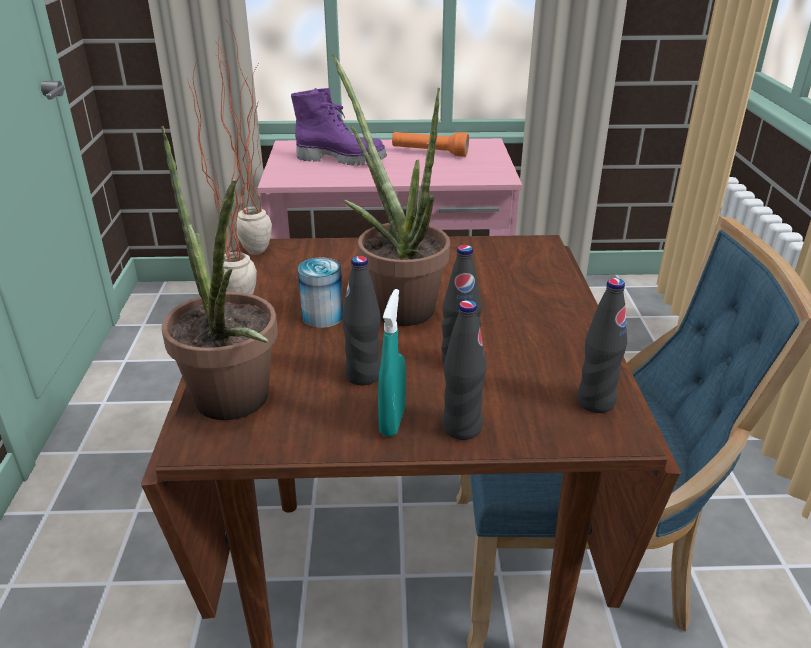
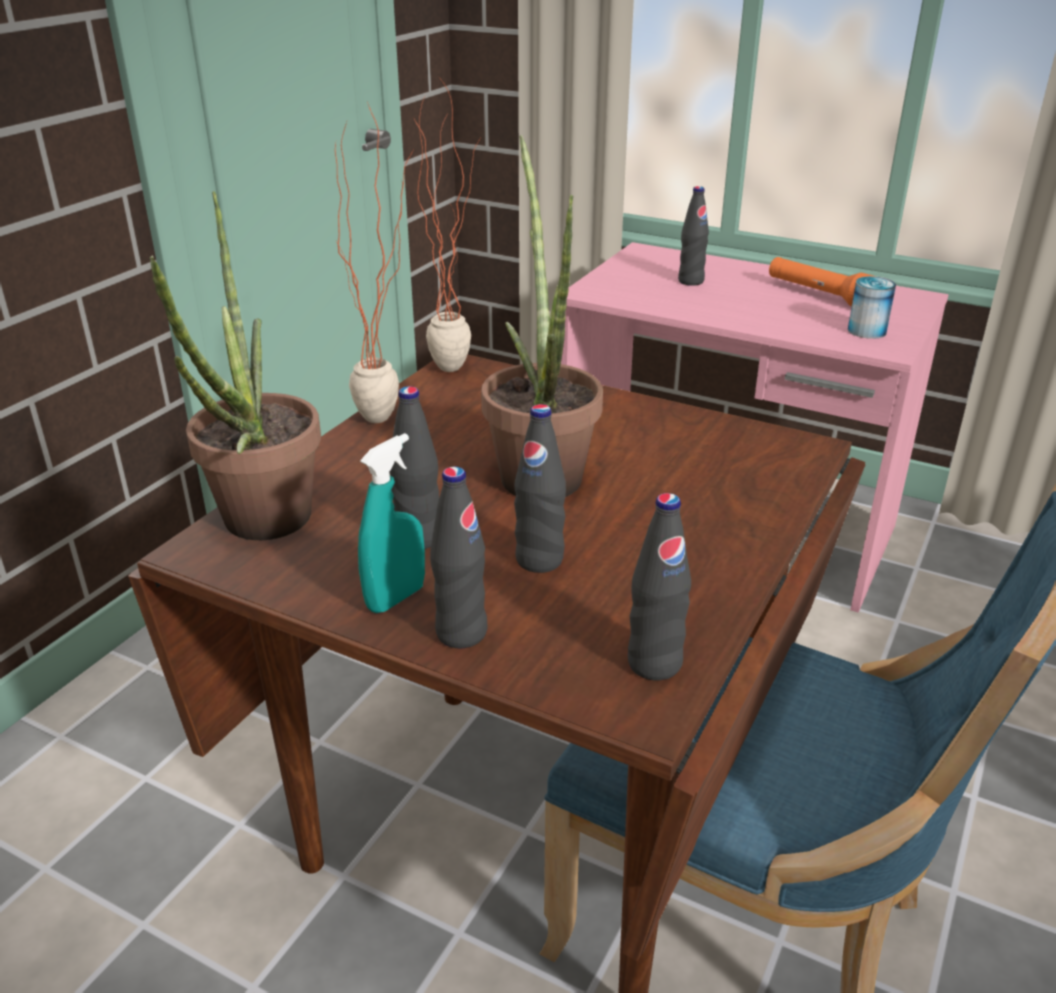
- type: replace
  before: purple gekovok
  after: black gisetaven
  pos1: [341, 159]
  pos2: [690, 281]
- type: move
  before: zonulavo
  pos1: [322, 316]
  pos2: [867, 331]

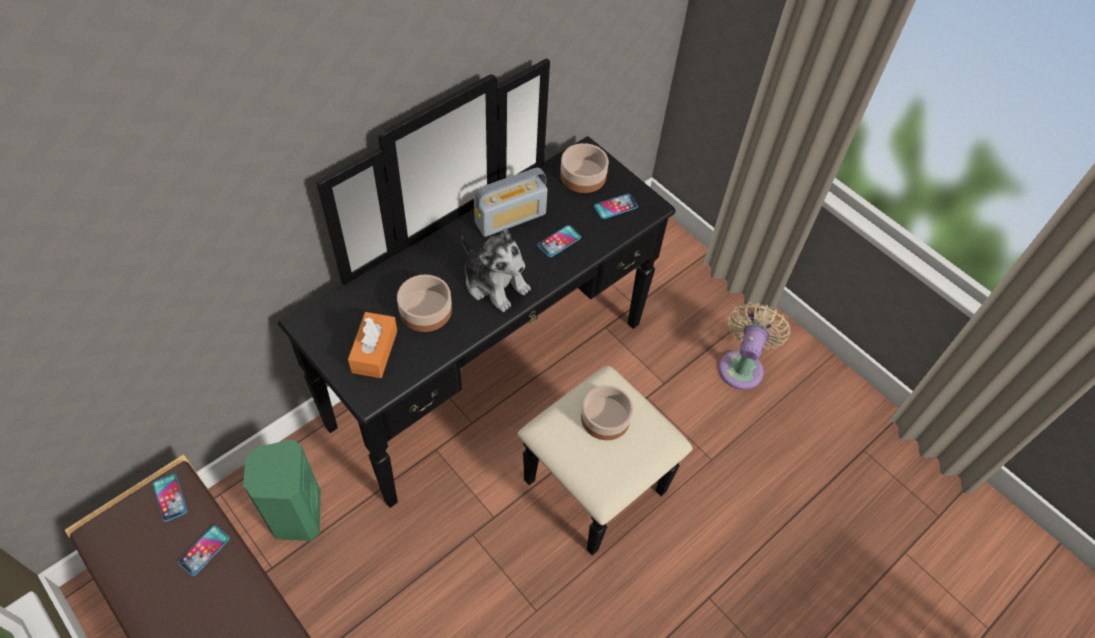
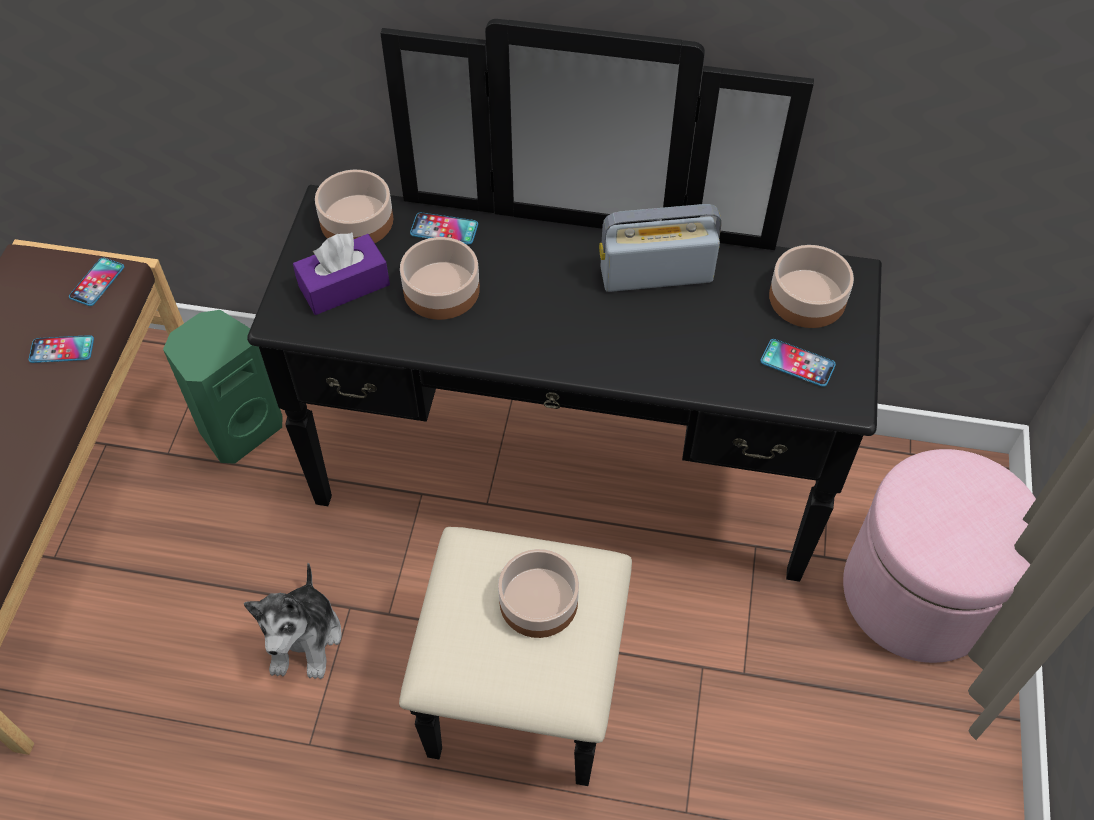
- type: recolor
  before: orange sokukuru
  after: purple sokukuru
  pos1: [374, 351]
  pos2: [344, 285]
- type: move
  before: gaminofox
  pos1: [495, 283]
  pos2: [305, 638]
- type: rotate
  before: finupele
  pos1: [510, 218]
  pos2: [656, 274]
  turn: 150
- type: move
  before: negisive
  pos1: [559, 241]
  pos2: [444, 229]
- type: delete
  before: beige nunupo
  pos1: [742, 366]
- type: insert
  after: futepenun
  pos2: [355, 221]
- type: insert
  after: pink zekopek
  pos2: [918, 593]

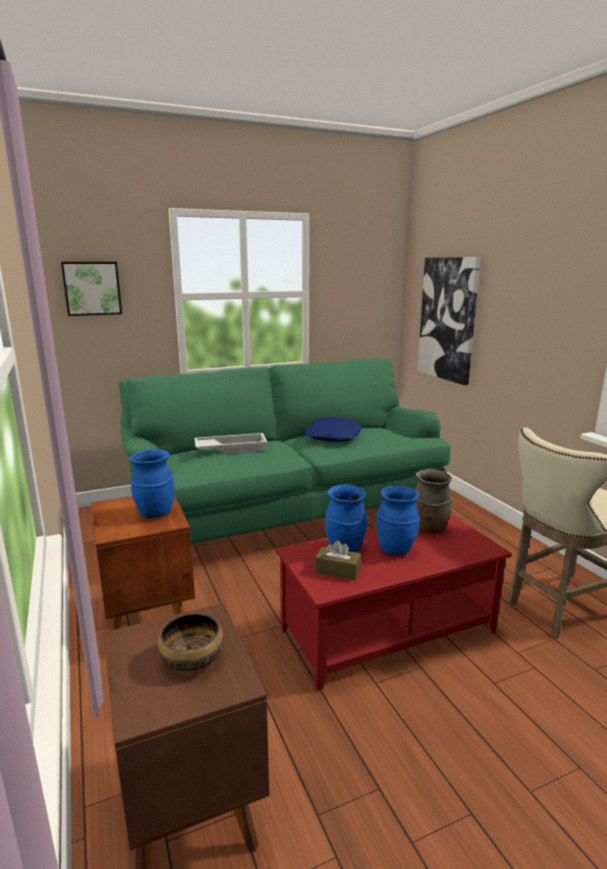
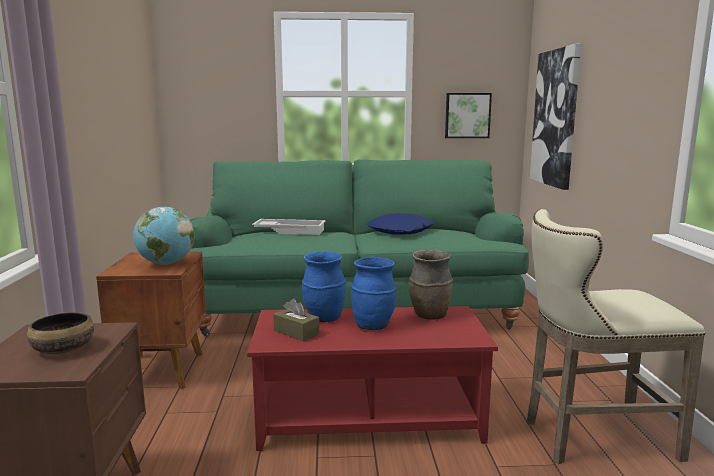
- type: move
  before: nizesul
  pos1: [92, 288]
  pos2: [467, 115]
- type: replace
  before: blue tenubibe
  after: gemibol
  pos1: [155, 513]
  pos2: [166, 264]

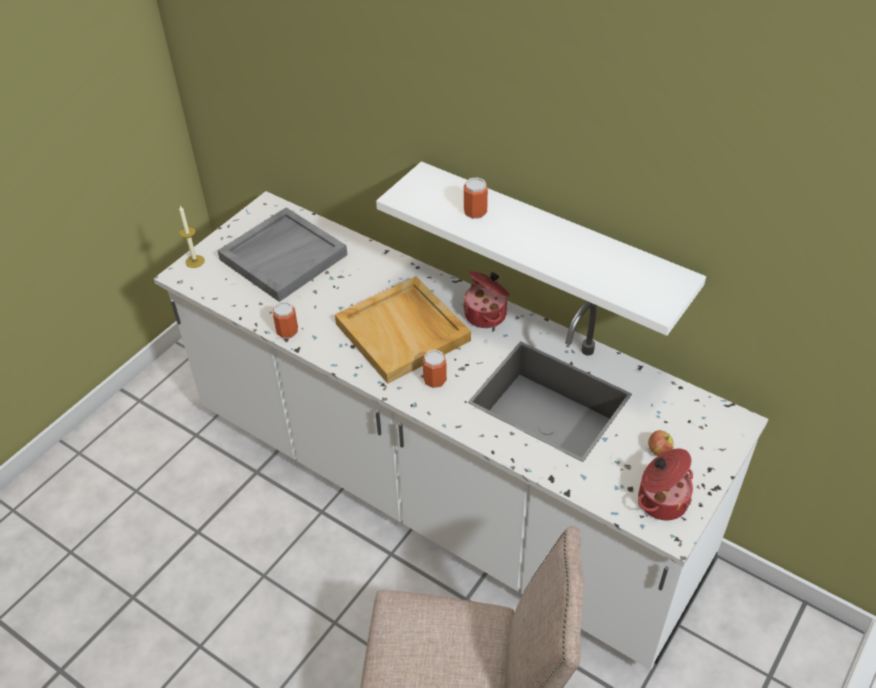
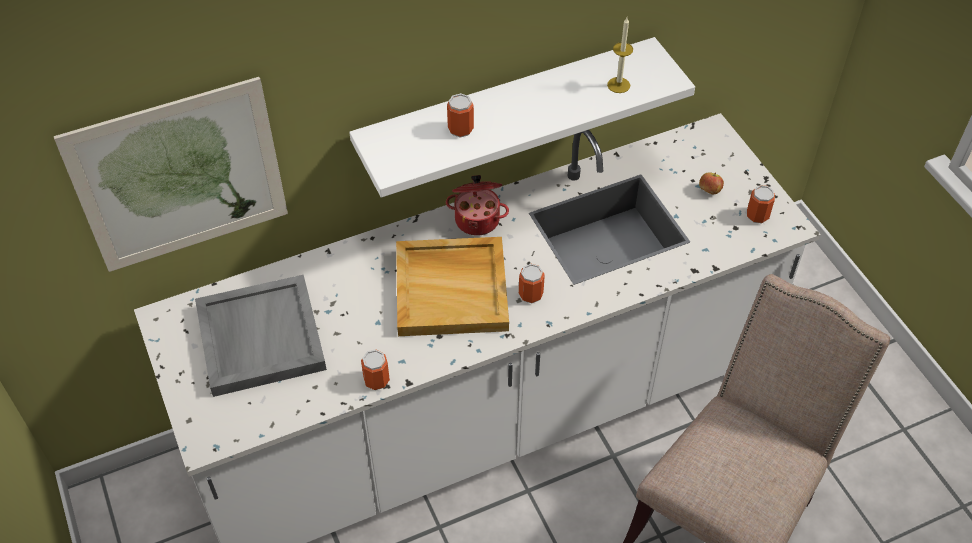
- type: move
  before: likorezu
  pos1: [195, 261]
  pos2: [618, 85]
- type: replace
  before: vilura
  after: zonulavo
  pos1: [661, 500]
  pos2: [757, 215]
- type: insert
  after: nizesul
  pos2: [180, 176]

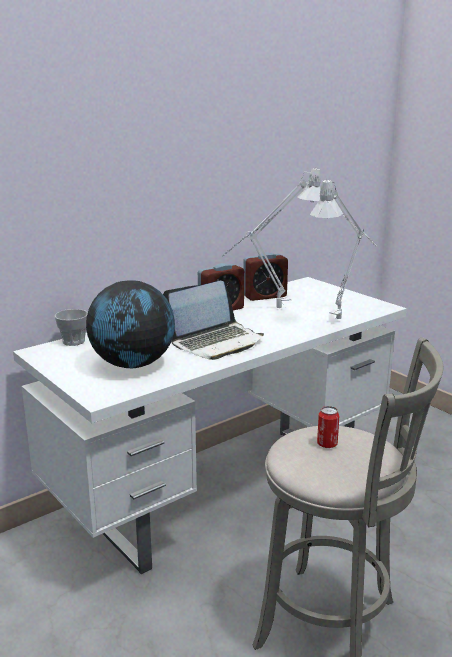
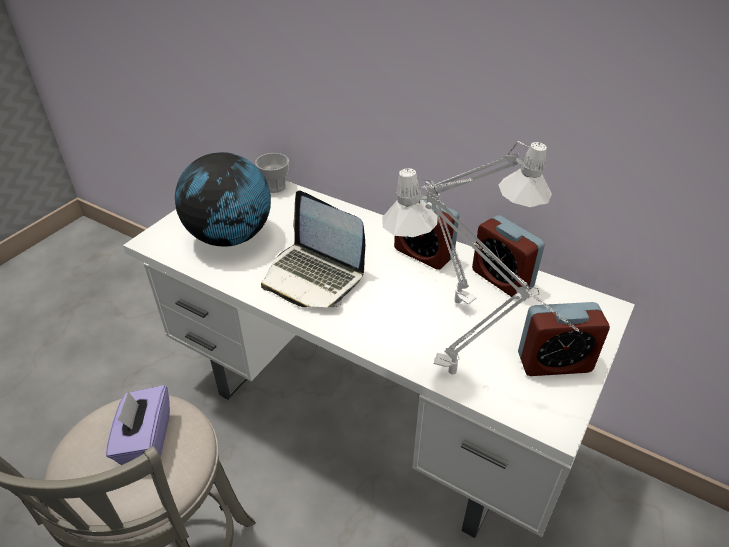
- type: replace
  before: zonulavo
  after: purple sokukuru
  pos1: [327, 444]
  pos2: [145, 439]
- type: insert
  after: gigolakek
  pos2: [554, 362]

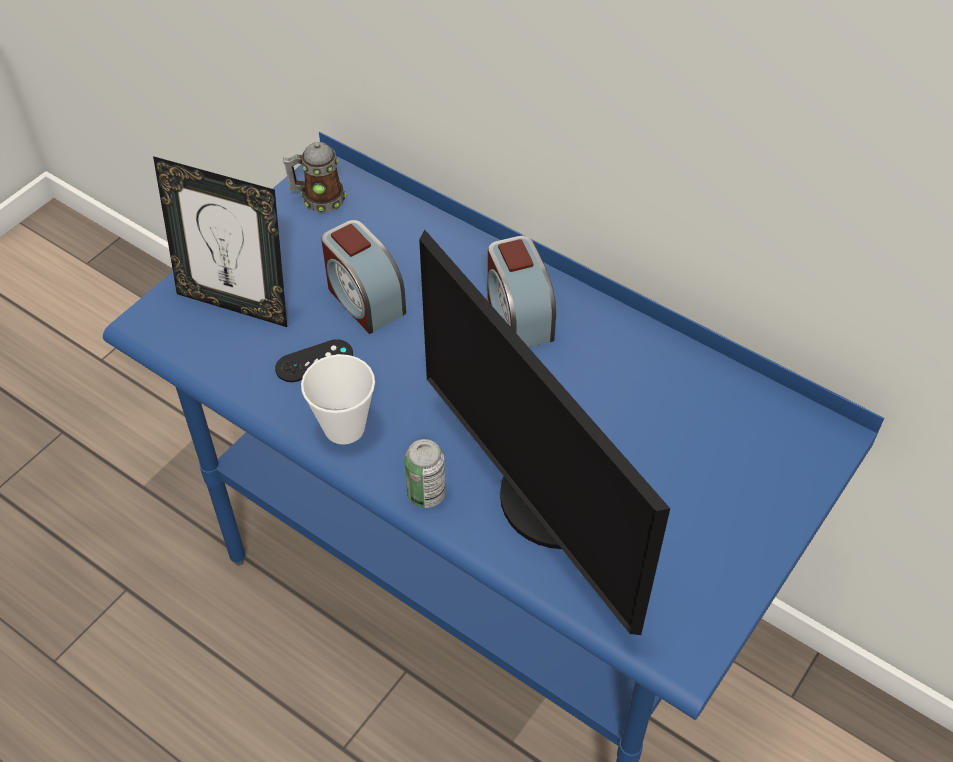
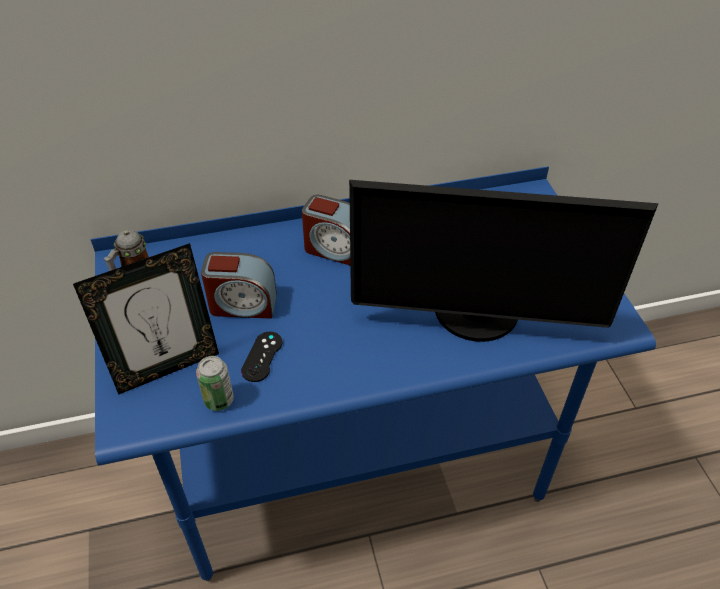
- type: delete
  before: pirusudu
  pos1: [344, 428]
- type: move
  before: zonulavo
  pos1: [426, 494]
  pos2: [219, 400]

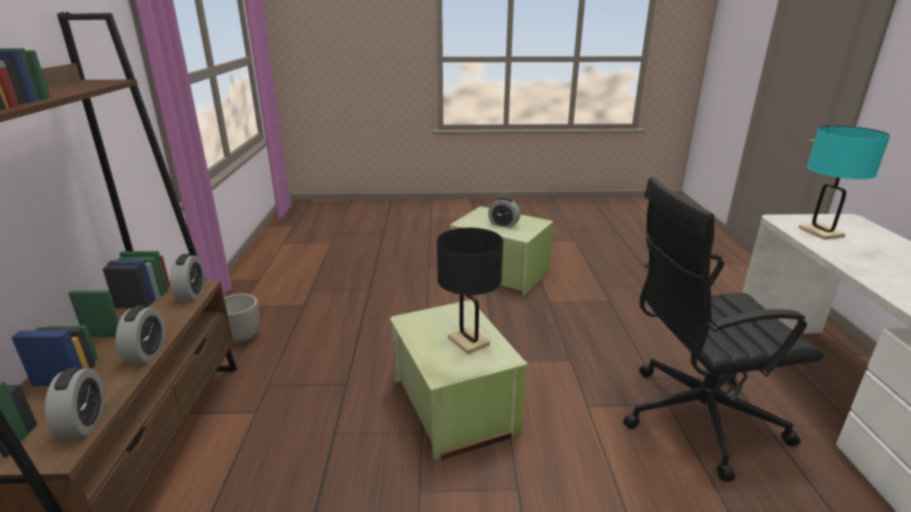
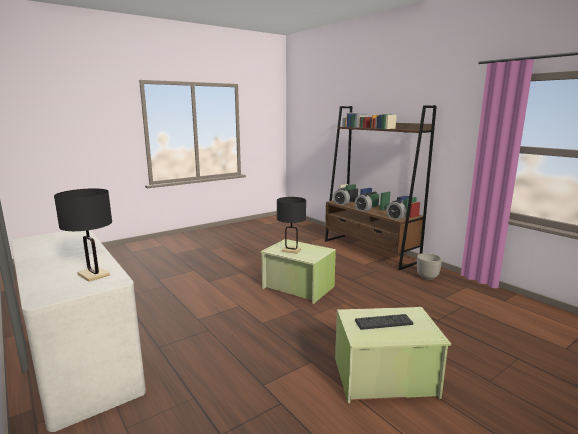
- type: replace
  before: gigolakek
  after: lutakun
  pos1: [503, 224]
  pos2: [383, 322]
- type: delete
  before: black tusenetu
  pos1: [695, 417]
- type: recolor
  before: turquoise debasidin
  after: black debasidin
  pos1: [820, 232]
  pos2: [93, 275]

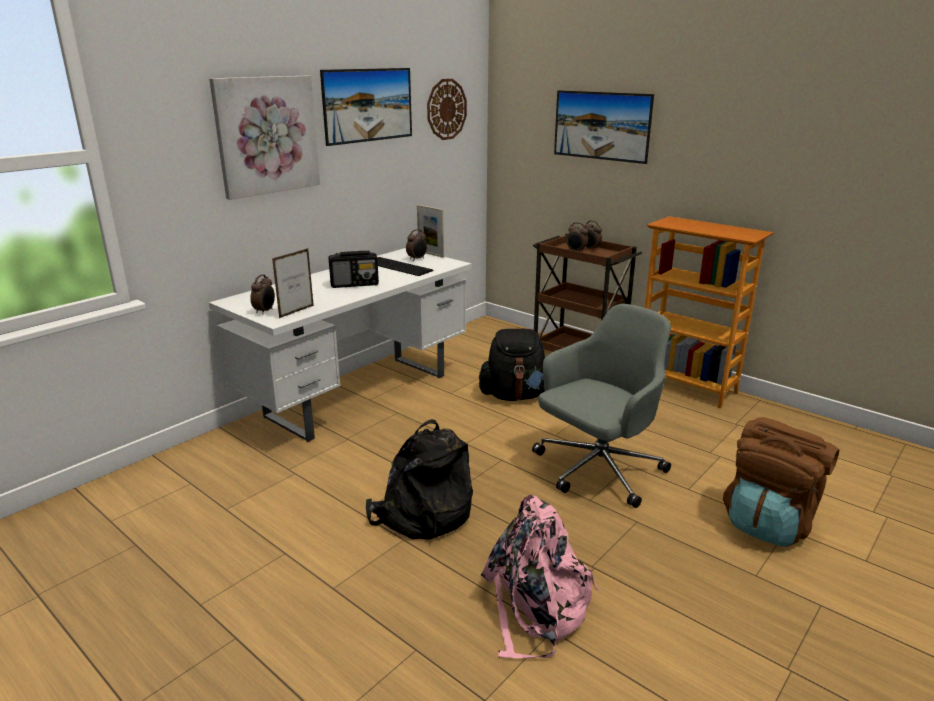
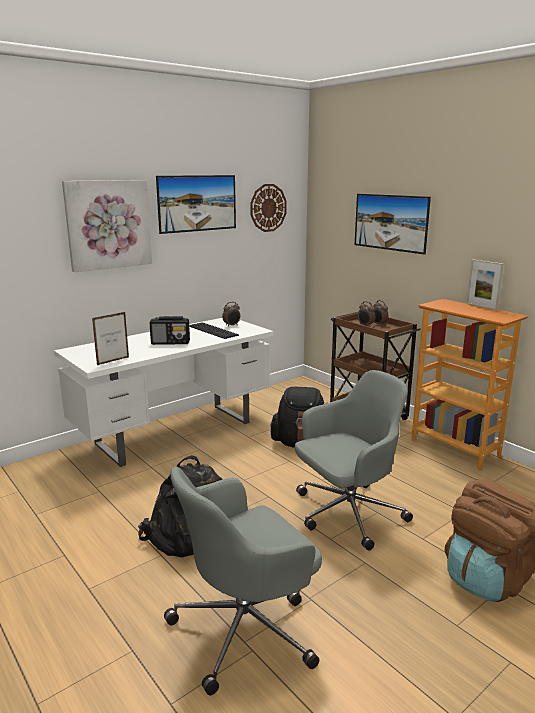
- type: delete
  before: gigolakek
  pos1: [265, 311]
- type: move
  before: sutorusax
  pos1: [430, 254]
  pos2: [481, 307]
- type: replace
  before: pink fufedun
  after: grey tusenetu
  pos1: [536, 607]
  pos2: [246, 628]

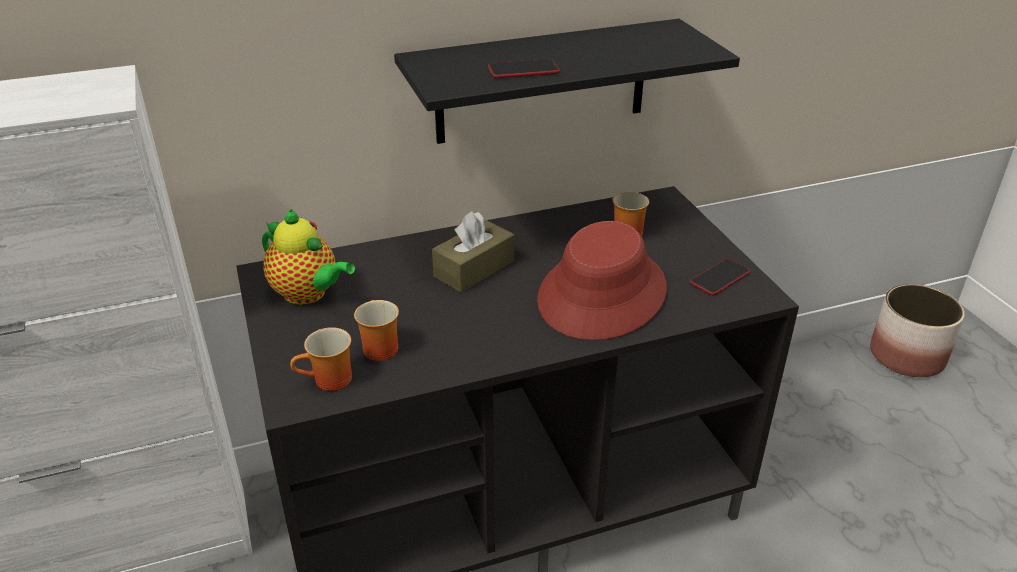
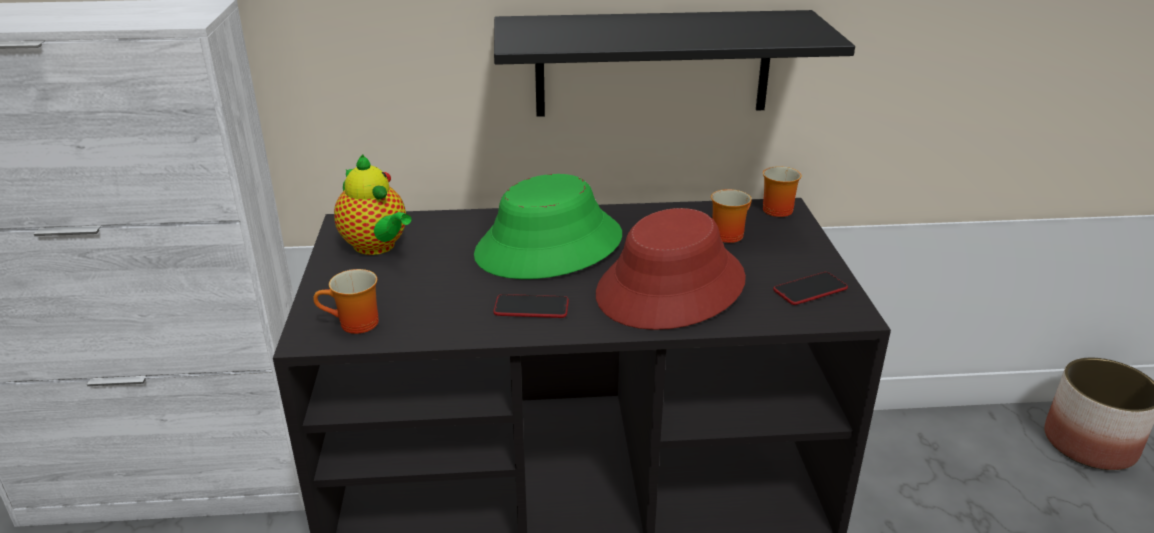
- type: move
  before: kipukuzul
  pos1: [377, 347]
  pos2: [774, 208]
- type: replace
  before: brown sokukuru
  after: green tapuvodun
  pos1: [474, 269]
  pos2: [549, 246]
- type: move
  before: negisive
  pos1: [523, 70]
  pos2: [531, 308]

